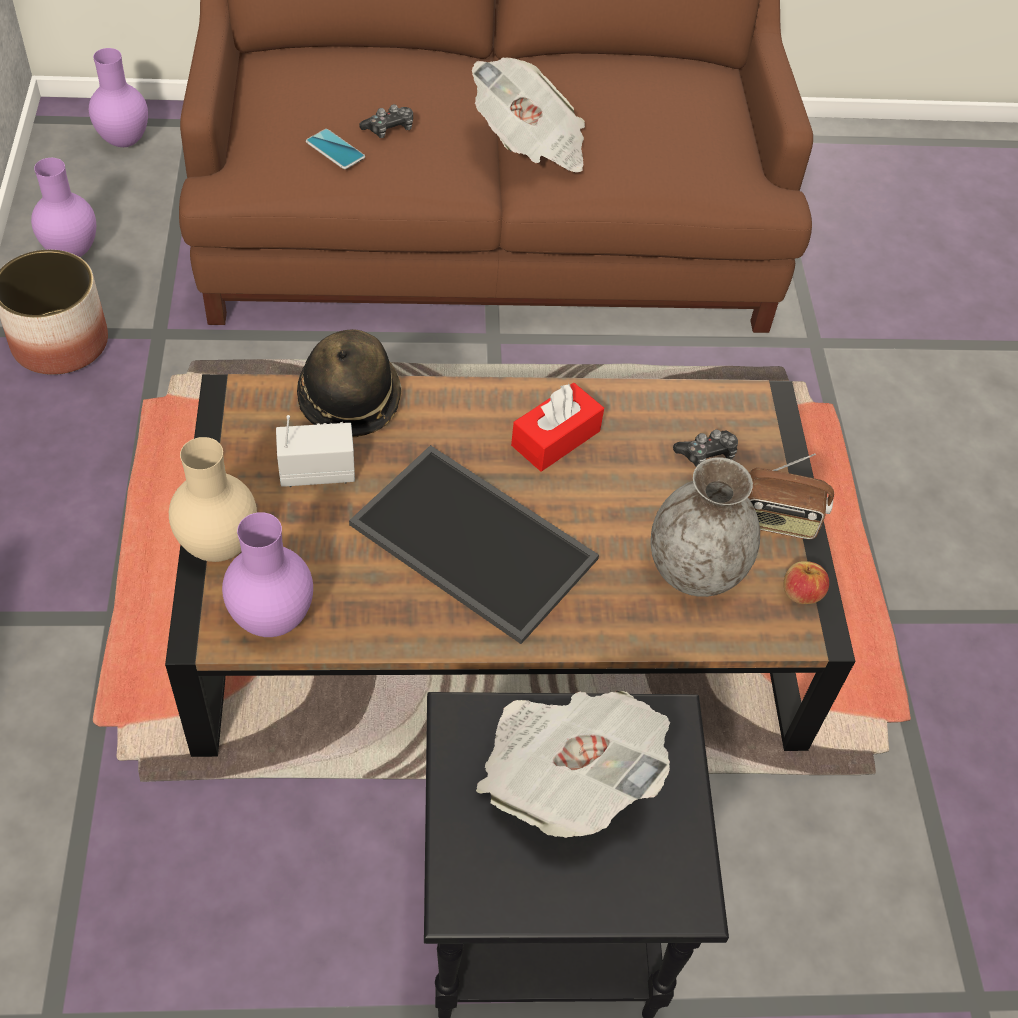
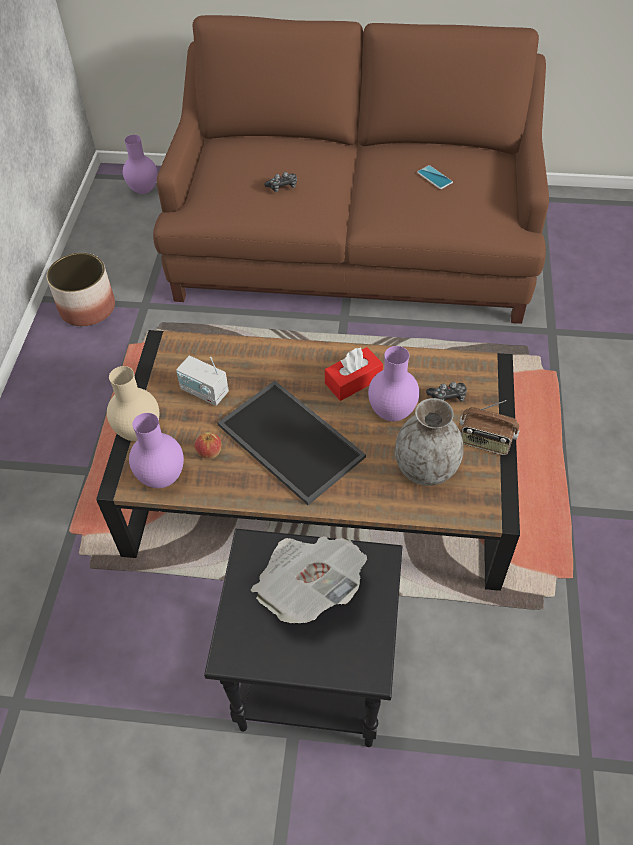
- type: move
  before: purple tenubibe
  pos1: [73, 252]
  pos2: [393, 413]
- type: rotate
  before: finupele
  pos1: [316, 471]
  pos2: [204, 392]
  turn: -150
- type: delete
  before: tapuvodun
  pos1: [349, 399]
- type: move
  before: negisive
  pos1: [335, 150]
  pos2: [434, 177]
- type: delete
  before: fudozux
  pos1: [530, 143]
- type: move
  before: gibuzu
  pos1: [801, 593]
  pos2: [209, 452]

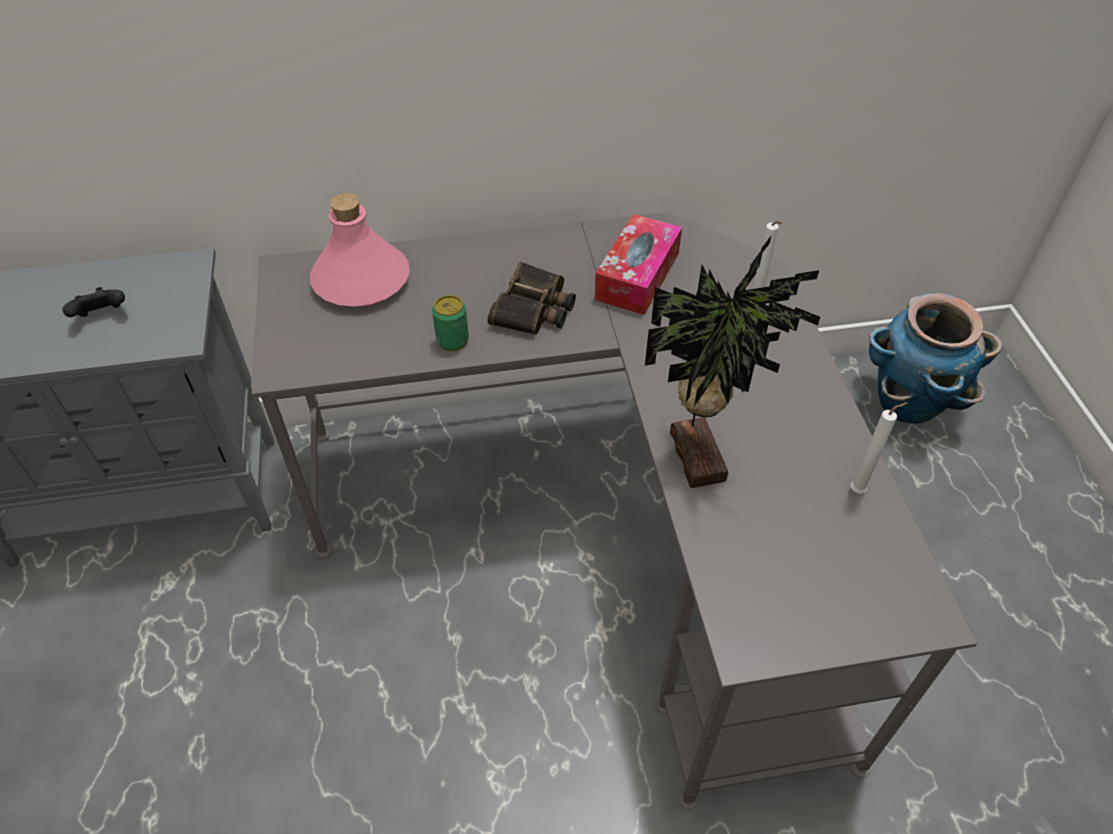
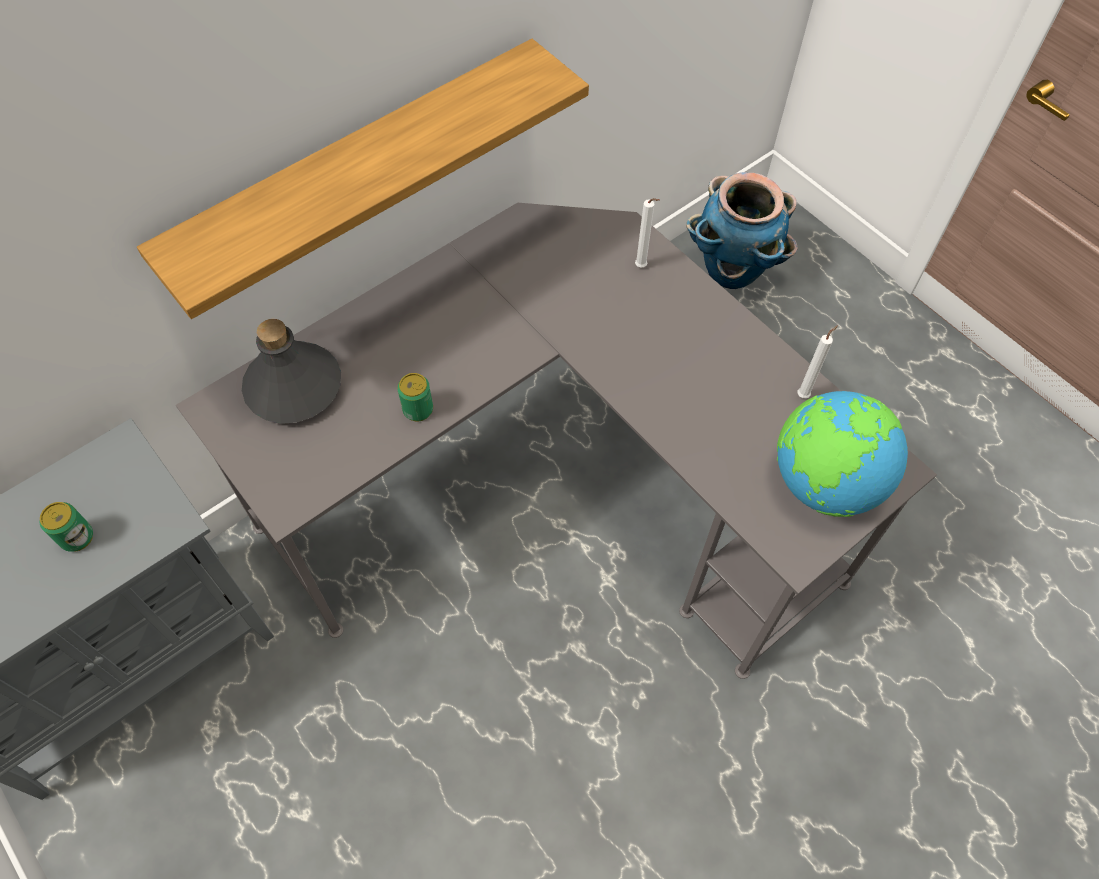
- type: replace
  before: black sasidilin
  after: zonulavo
  pos1: [102, 316]
  pos2: [77, 537]
- type: recolor
  before: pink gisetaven
  after: grey gisetaven
  pos1: [362, 281]
  pos2: [294, 387]
- type: delete
  before: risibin
  pos1: [534, 309]
- type: delete
  before: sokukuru
  pos1: [637, 276]
- type: delete
  before: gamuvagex
  pos1: [701, 455]
- type: insert
  after: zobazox
  pos2: [357, 171]
- type: insert
  after: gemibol
  pos2: [824, 482]

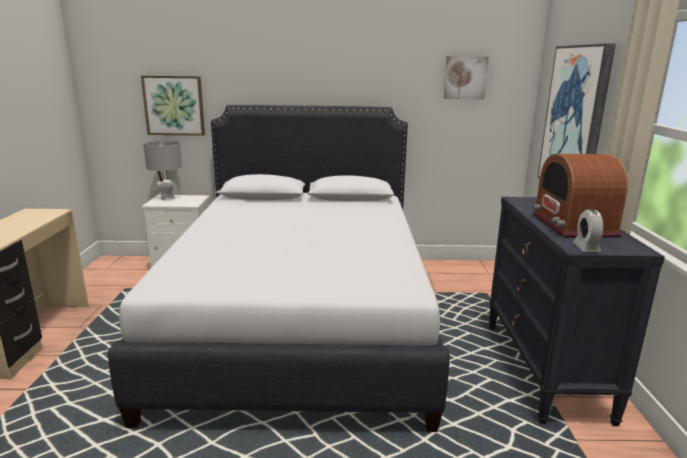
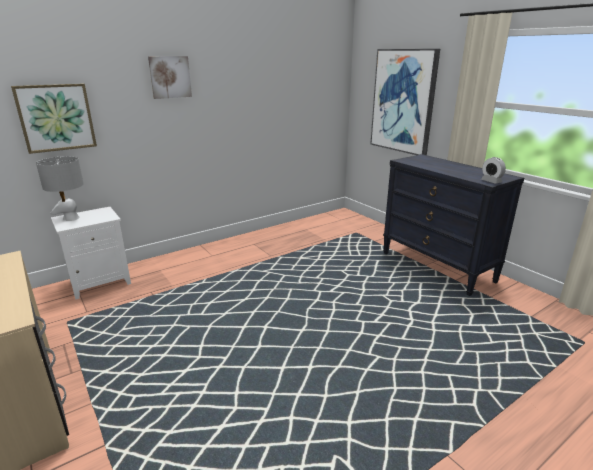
- type: delete
  before: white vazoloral
  pos1: [299, 320]
- type: move
  before: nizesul
  pos1: [465, 77]
  pos2: [170, 77]
- type: delete
  before: finupele
  pos1: [572, 225]

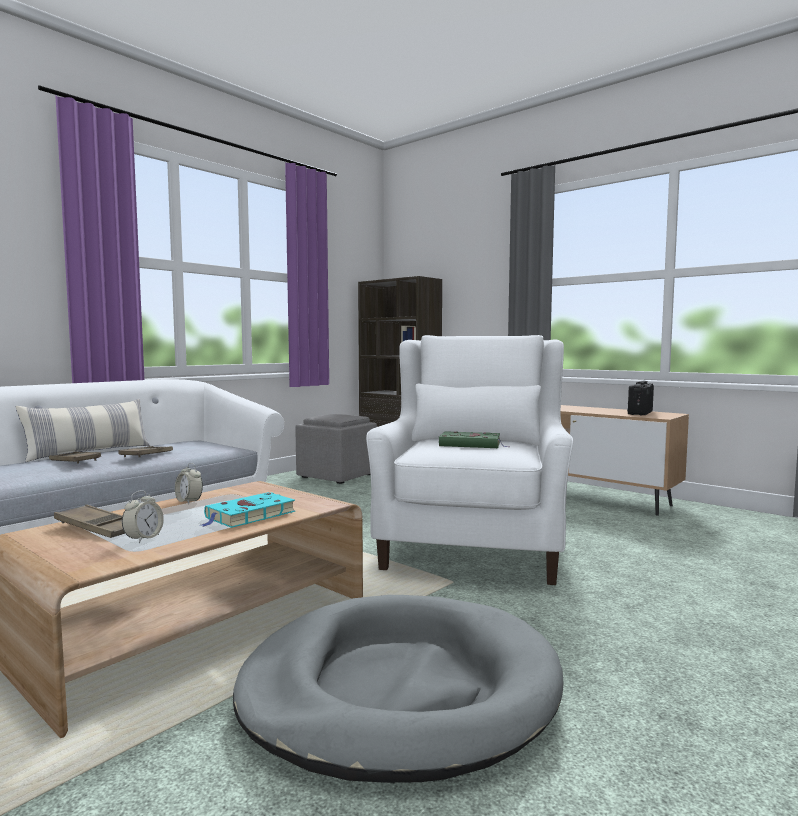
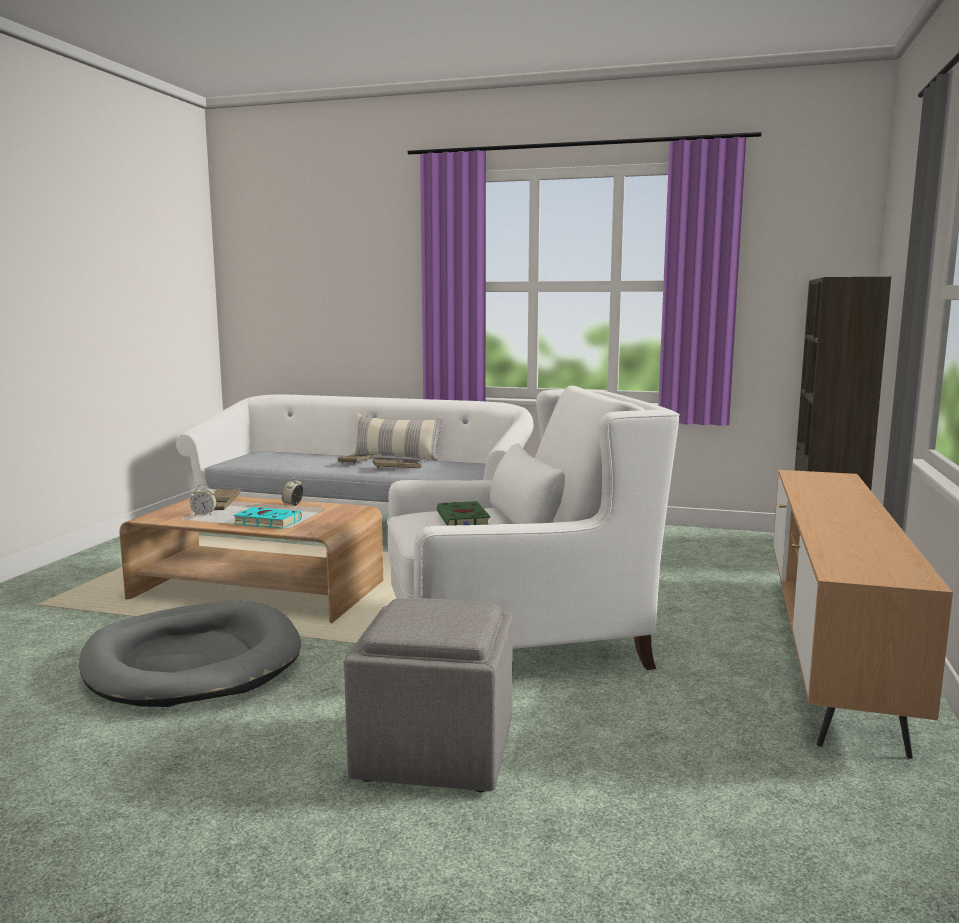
- type: move
  before: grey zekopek
  pos1: [338, 475]
  pos2: [436, 753]
- type: delete
  before: finupele
  pos1: [640, 413]

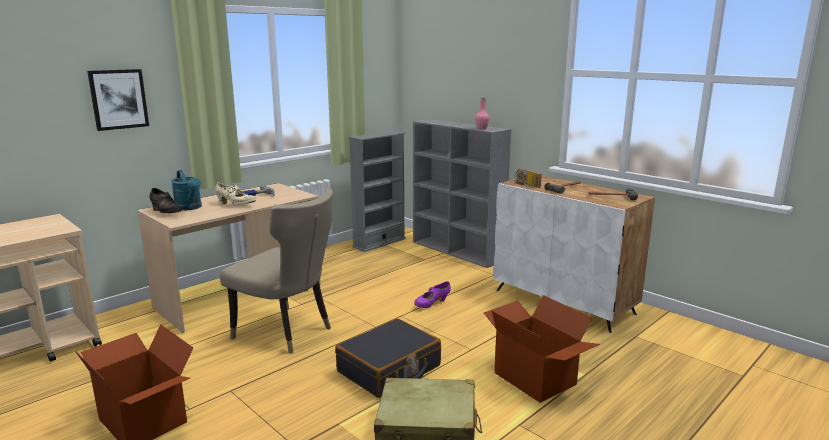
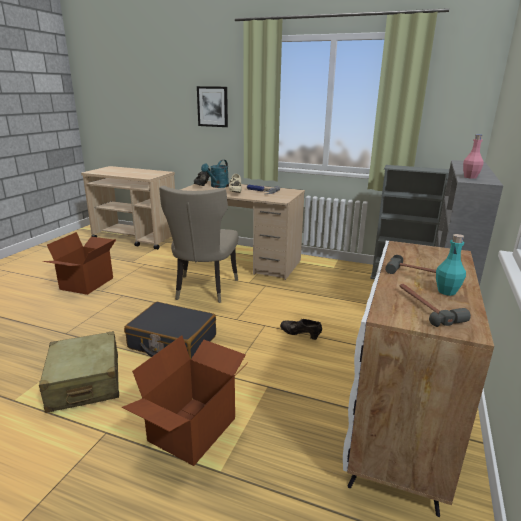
- type: recolor
  before: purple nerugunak
  after: black nerugunak
  pos1: [432, 304]
  pos2: [300, 335]
- type: delete
  before: finupele
  pos1: [525, 184]
- type: insert
  after: turquoise gisetaven
  pos2: [446, 291]

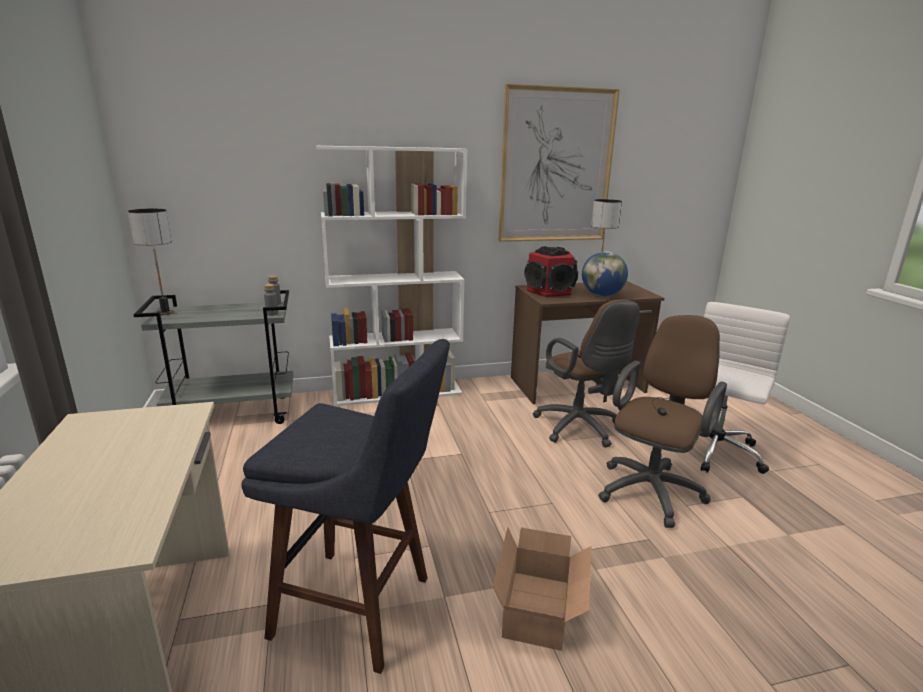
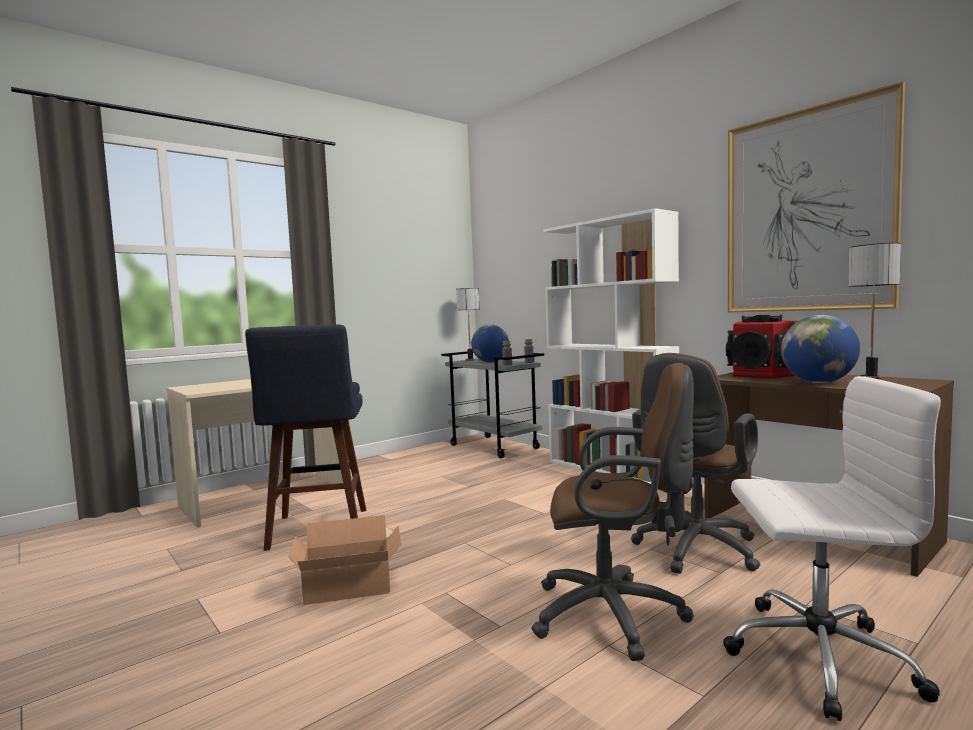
- type: insert
  after: gemibol
  pos2: [491, 362]

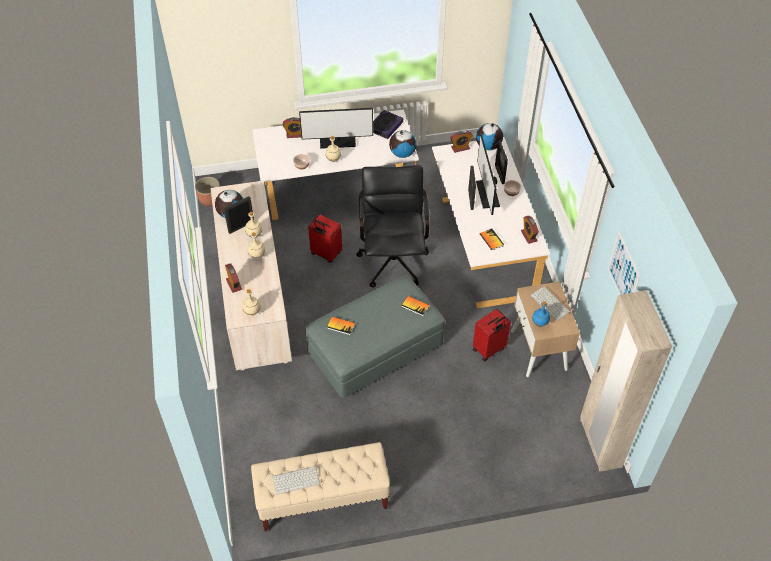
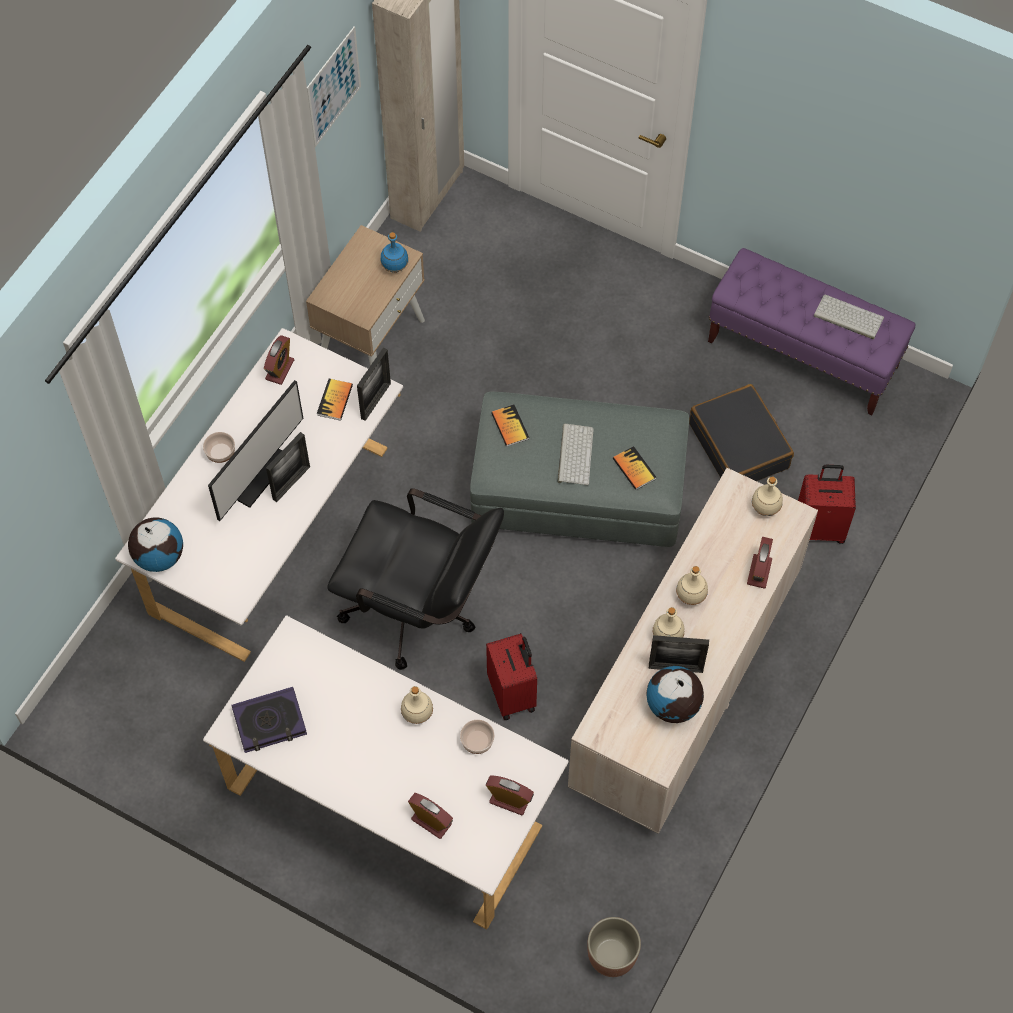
- type: recolor
  before: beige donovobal
  after: purple donovobal
  pos1: [322, 499]
  pos2: [803, 354]
- type: delete
  before: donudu
  pos1: [337, 142]
- type: rotate
  before: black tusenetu
  pos1: [393, 257]
  pos2: [420, 611]
  turn: -105
- type: delete
  before: gemibol
  pos1: [402, 153]
- type: move
  before: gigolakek
  pos1: [460, 148]
  pos2: [509, 800]
- type: move
  before: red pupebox
  pos1: [489, 350]
  pos2: [819, 527]
- type: move
  before: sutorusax
  pos1: [499, 174]
  pos2: [376, 401]
- type: move
  before: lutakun
  pos1: [551, 304]
  pos2: [574, 454]
- type: insert
  after: black pupebox
  pos2: [739, 445]

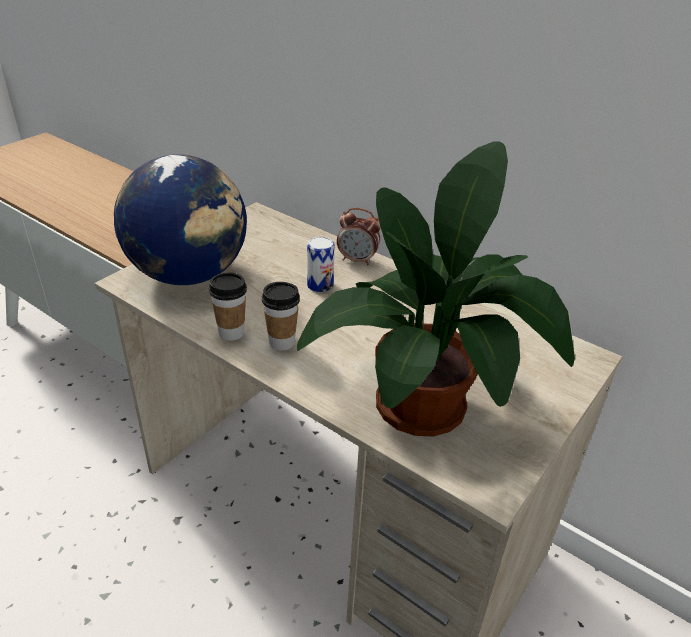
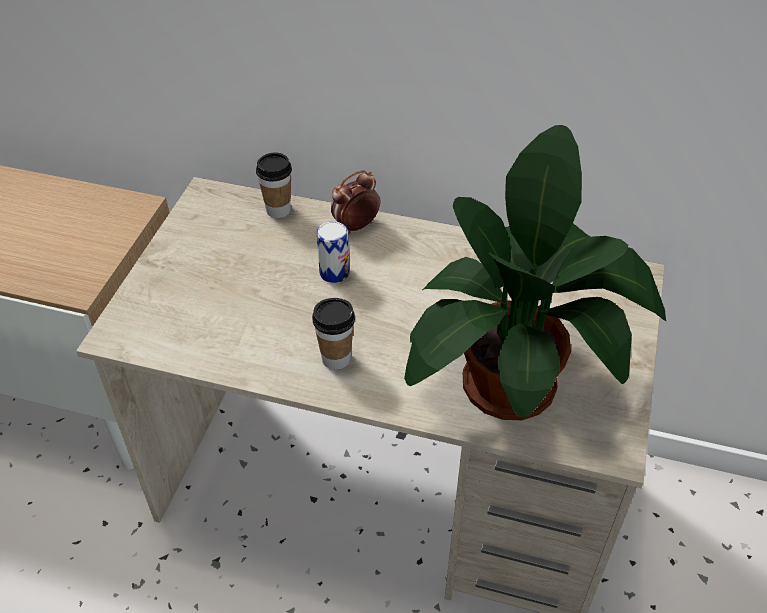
- type: delete
  before: gemibol
  pos1: [189, 274]
- type: move
  before: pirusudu
  pos1: [231, 333]
  pos2: [278, 210]
- type: rotate
  before: gigolakek
  pos1: [357, 260]
  pos2: [356, 226]
  turn: 150

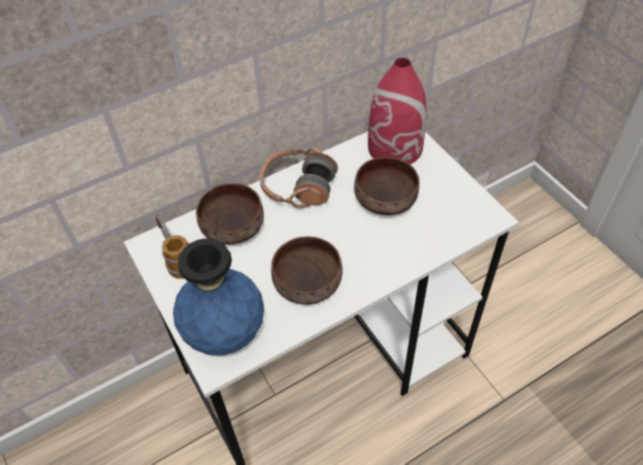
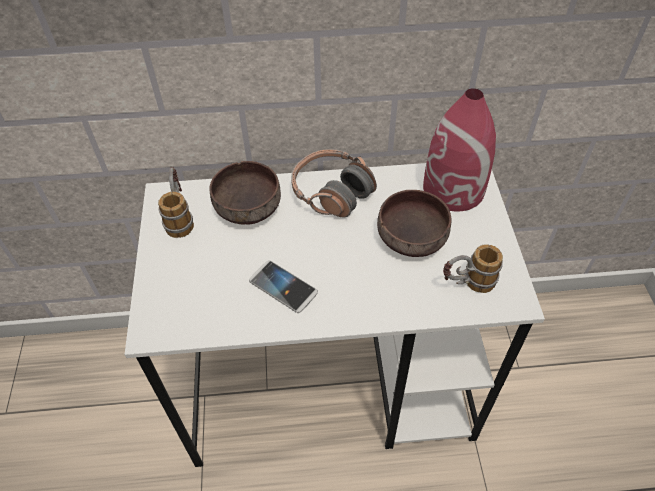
- type: delete
  before: blue tenubibe
  pos1: [226, 333]
- type: replace
  before: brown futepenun
  after: negisive
  pos1: [306, 280]
  pos2: [283, 287]
- type: insert
  after: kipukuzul
  pos2: [467, 284]

